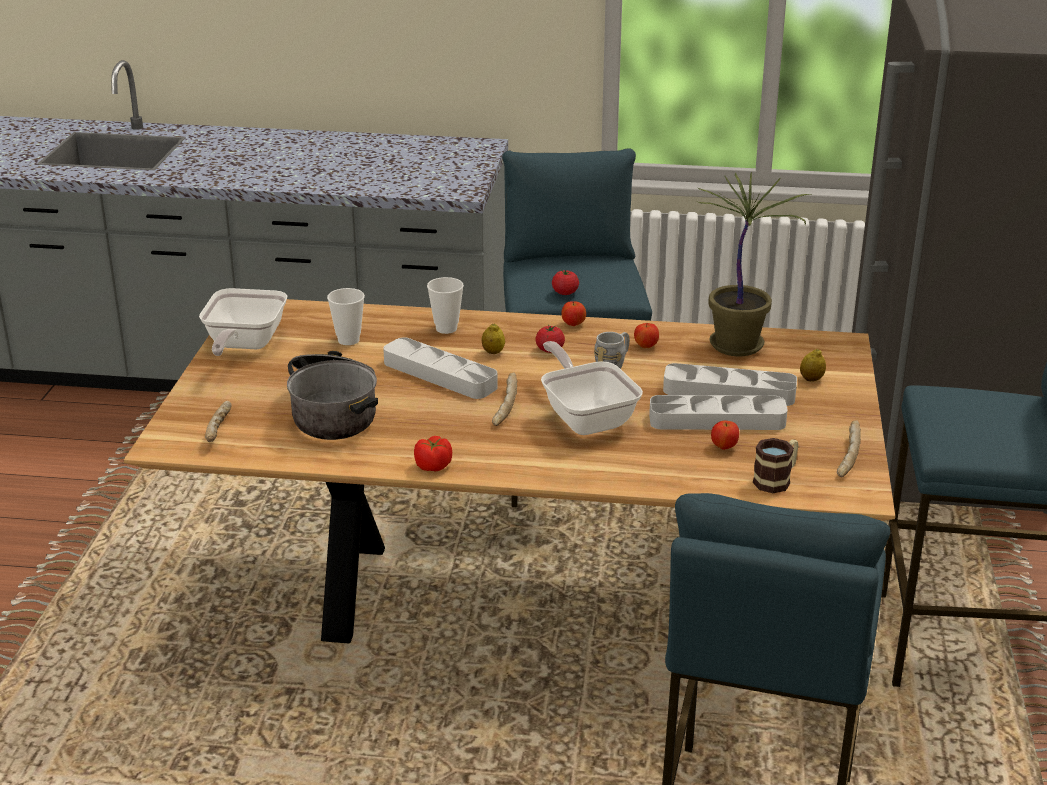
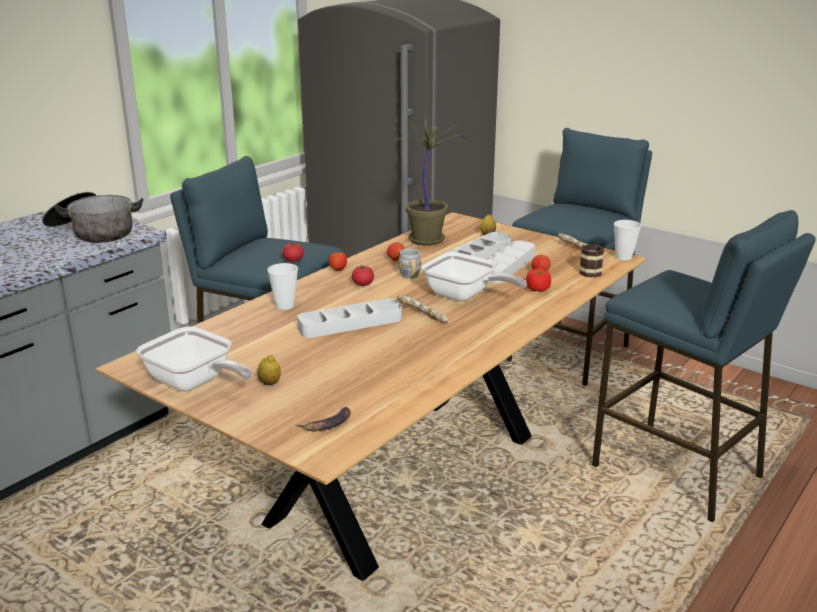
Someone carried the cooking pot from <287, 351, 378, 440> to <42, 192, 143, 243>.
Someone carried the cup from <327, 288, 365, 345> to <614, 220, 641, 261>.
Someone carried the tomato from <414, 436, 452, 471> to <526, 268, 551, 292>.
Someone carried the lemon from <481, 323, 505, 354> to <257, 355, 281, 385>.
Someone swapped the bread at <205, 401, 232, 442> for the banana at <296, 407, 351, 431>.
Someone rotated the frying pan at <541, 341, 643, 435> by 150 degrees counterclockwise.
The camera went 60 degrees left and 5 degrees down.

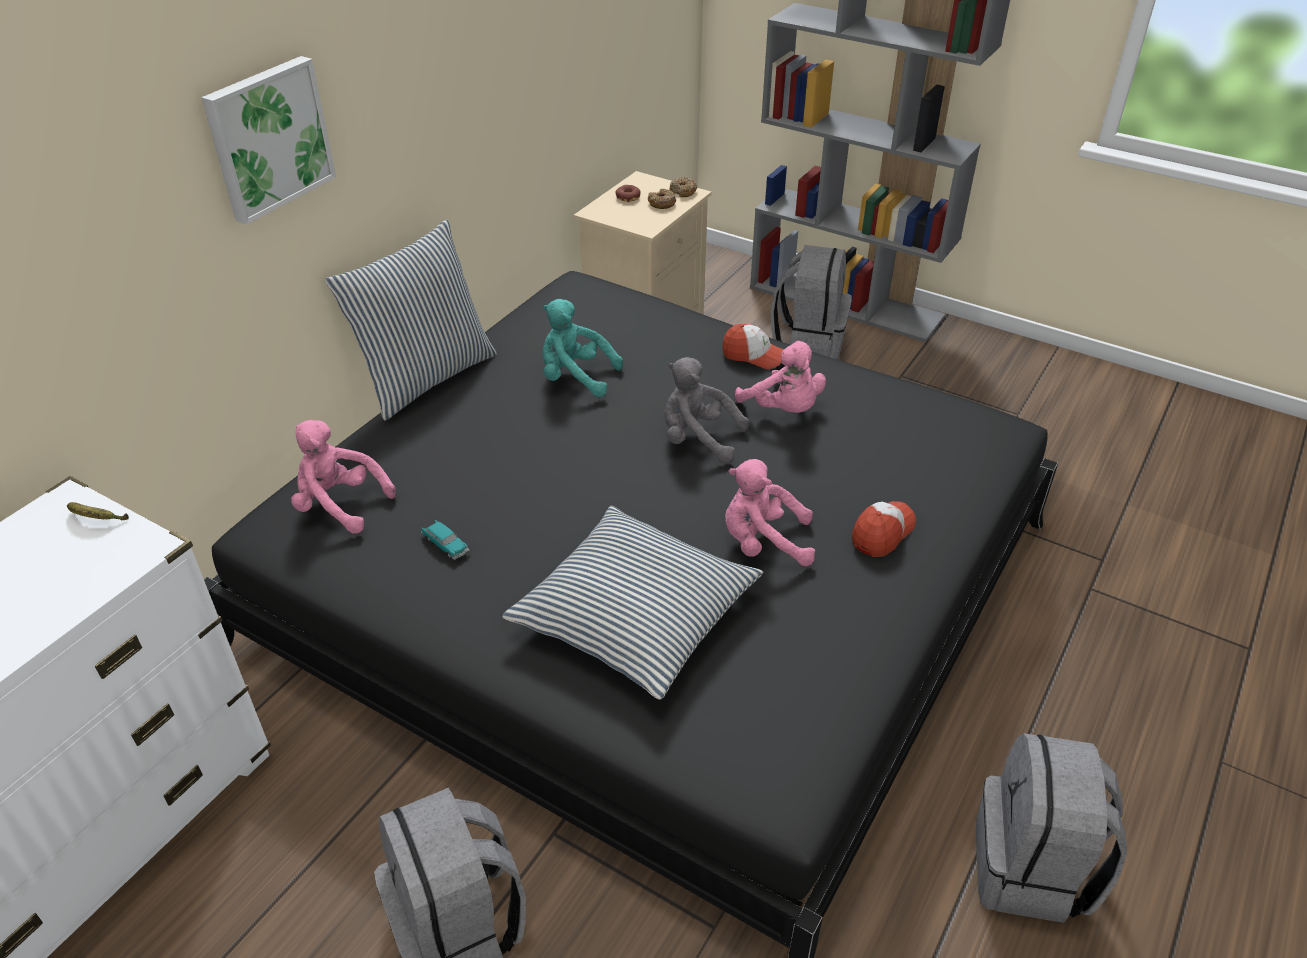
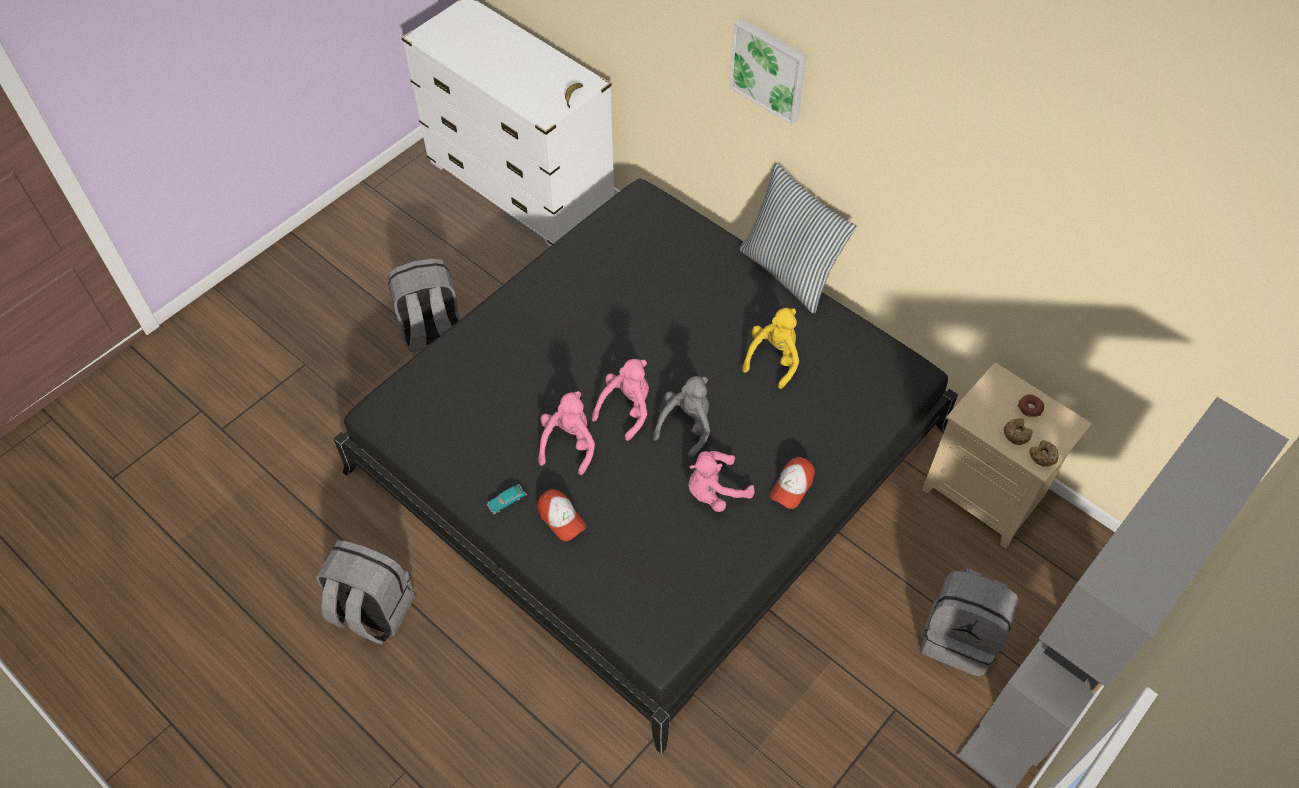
Someone took away the pillow at <502, 506, 764, 700>.
Someone carried the pink plush toy from <291, 420, 396, 534> to <592, 359, 649, 441>.
Someone carried the toy car from <421, 520, 470, 560> to <487, 484, 527, 514>.
Someone repainted the turquoise plush toy at <542, 299, 623, 397>, which became the yellow plush toy at <742, 308, 799, 389>.
The camera went 100 degrees right and 15 degrees up.

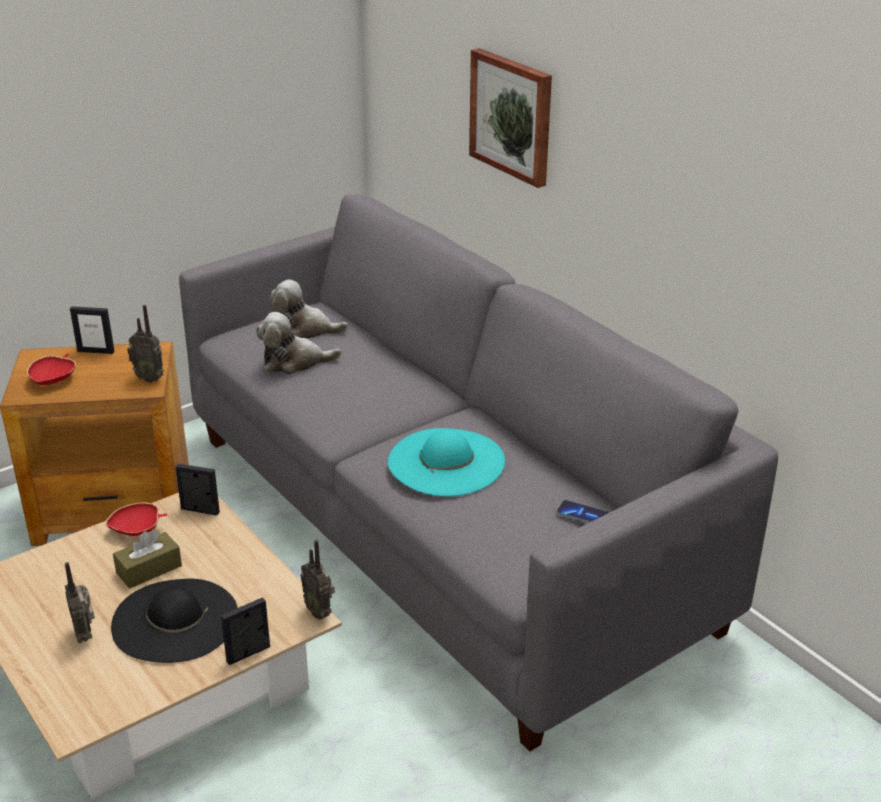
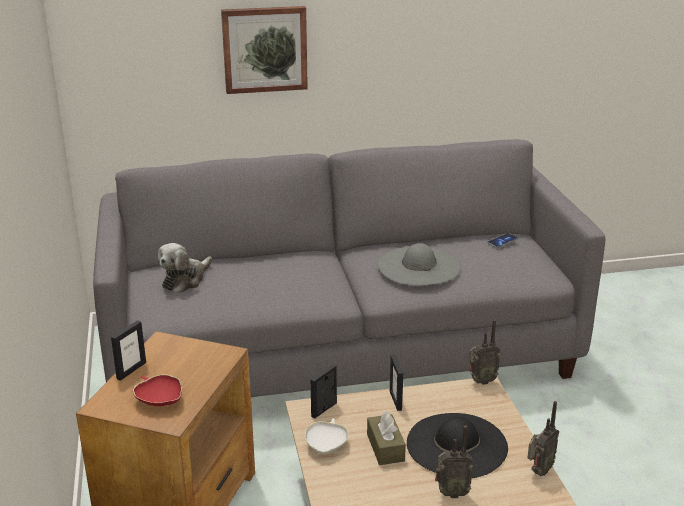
Someone took away the plush toy at <256, 312, 342, 374>.
Someone carried the radio from <127, 305, 164, 383> to <527, 401, 559, 476>.
Someone carried the picture frame from <221, 597, 270, 665> to <390, 354, 403, 411>.
Someone repainted the red bowl at <105, 502, 167, 536>, which became the white bowl at <305, 418, 349, 454>.
Someone repainted the turquoise hat at <388, 428, 505, 497>, which became the grey hat at <377, 243, 461, 285>.
The camera went 65 degrees left and 5 degrees down.

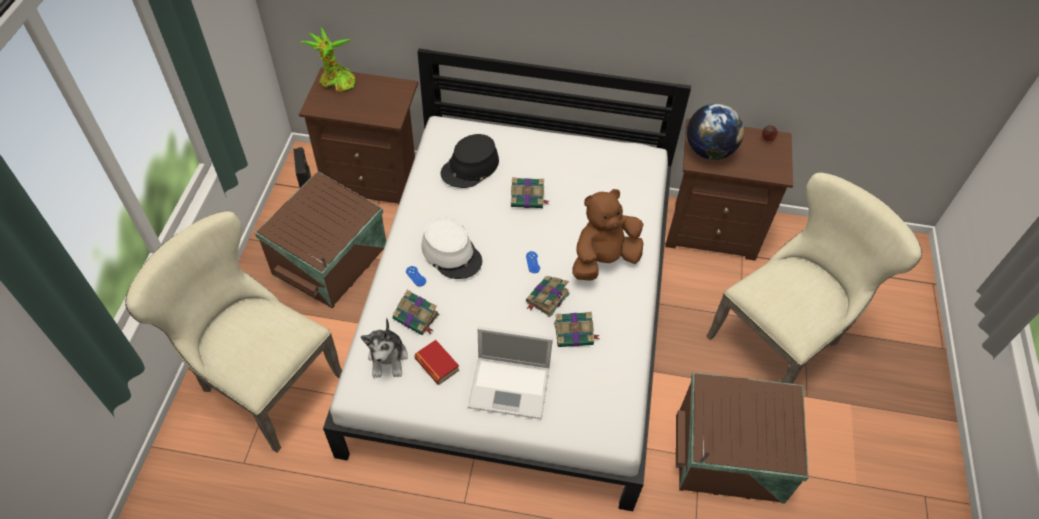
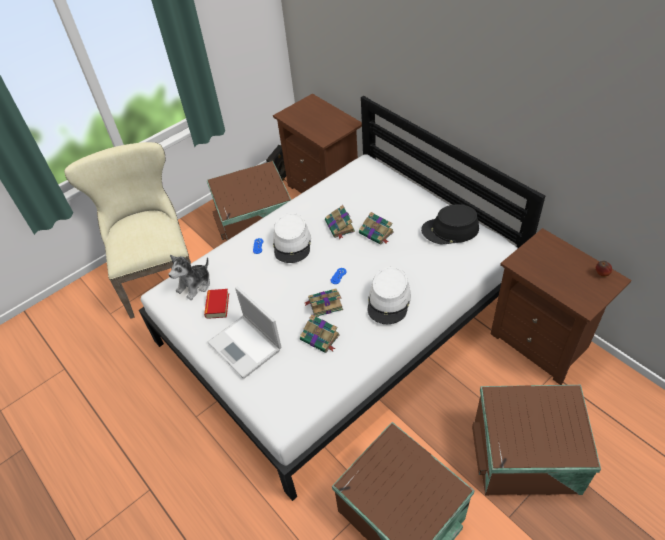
Someone took away the potted plant at <301, 27, 355, 92>.
Someone took away the globe at <687, 104, 744, 160>.
Someone carried the book from <392, 290, 439, 335> to <325, 205, 355, 239>.
Someone carried the black hat from <441, 134, 499, 188> to <421, 204, 479, 244>.
Someone swapped the brown plush toy at <572, 189, 644, 281> for the white hat at <367, 267, 411, 324>.
Someone swapped the beige chair at <707, 172, 922, 384> for the brown storage box at <472, 385, 601, 495>.
The camera went 45 degrees right and 5 degrees down.

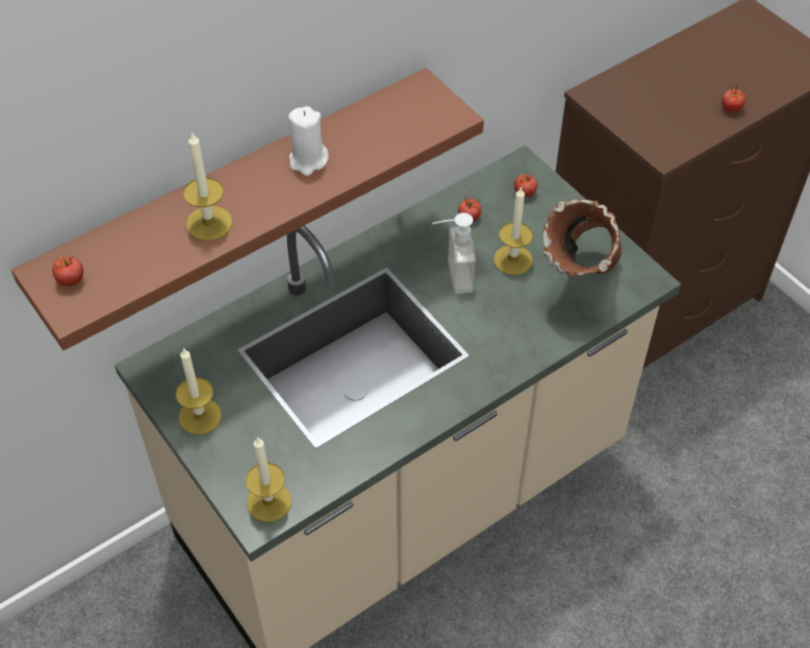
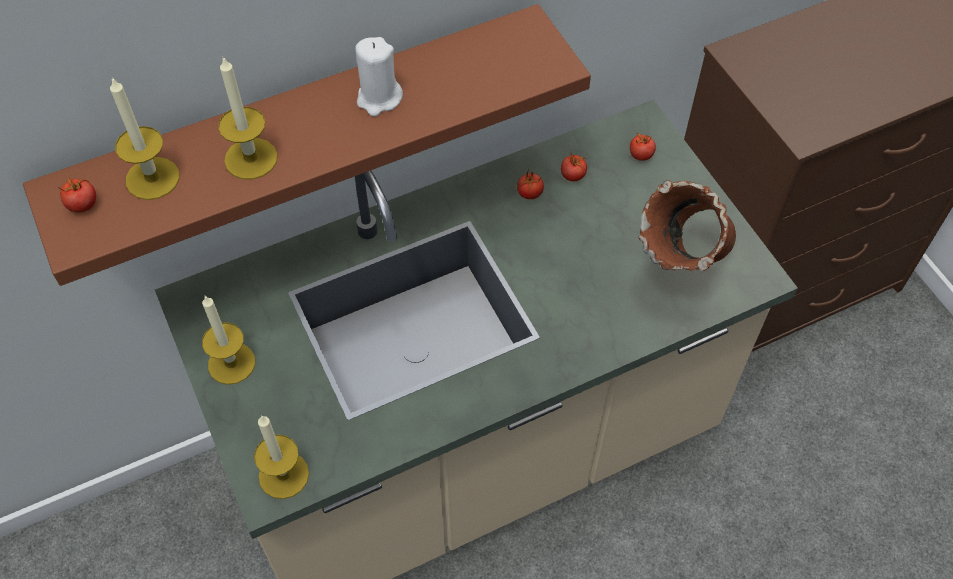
Someone took away the soap dispenser at <432, 213, 476, 294>.
Someone carried the candle from <494, 186, 533, 275> to <110, 77, 180, 200>.
Someone carried the tomato from <722, 85, 746, 112> to <517, 169, 544, 199>.
The camera went 10 degrees right and 5 degrees up.

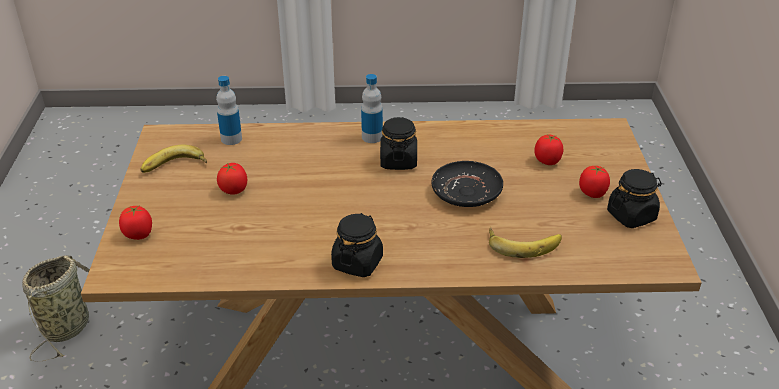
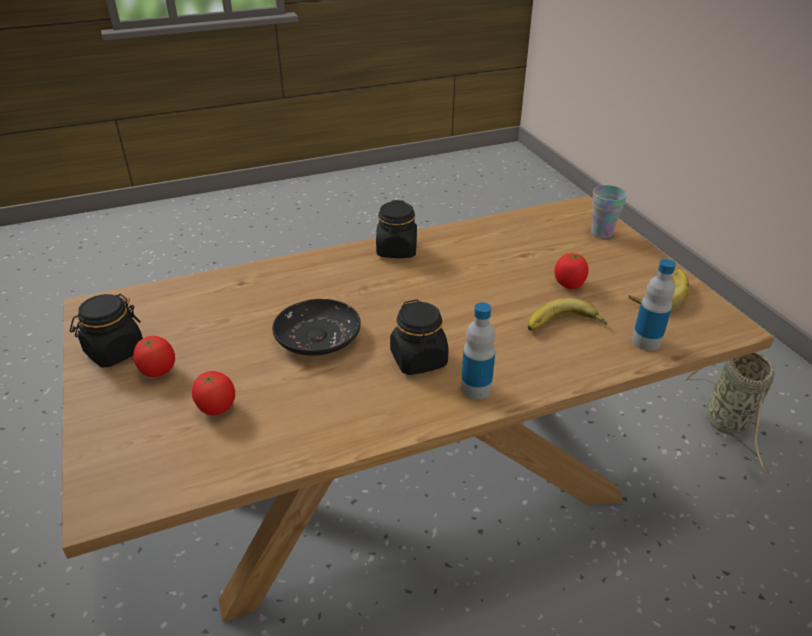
Someone carried the banana from <489, 227, 562, 258> to <528, 298, 607, 331>.
Someone swapped the tomato at <119, 205, 152, 240> for the cup at <591, 185, 627, 238>.
The camera went 160 degrees right and 0 degrees up.

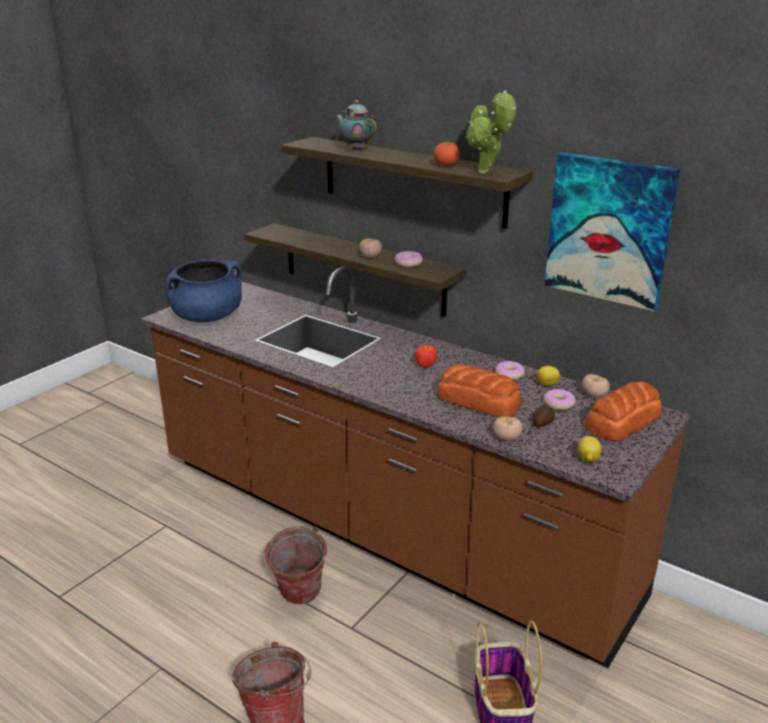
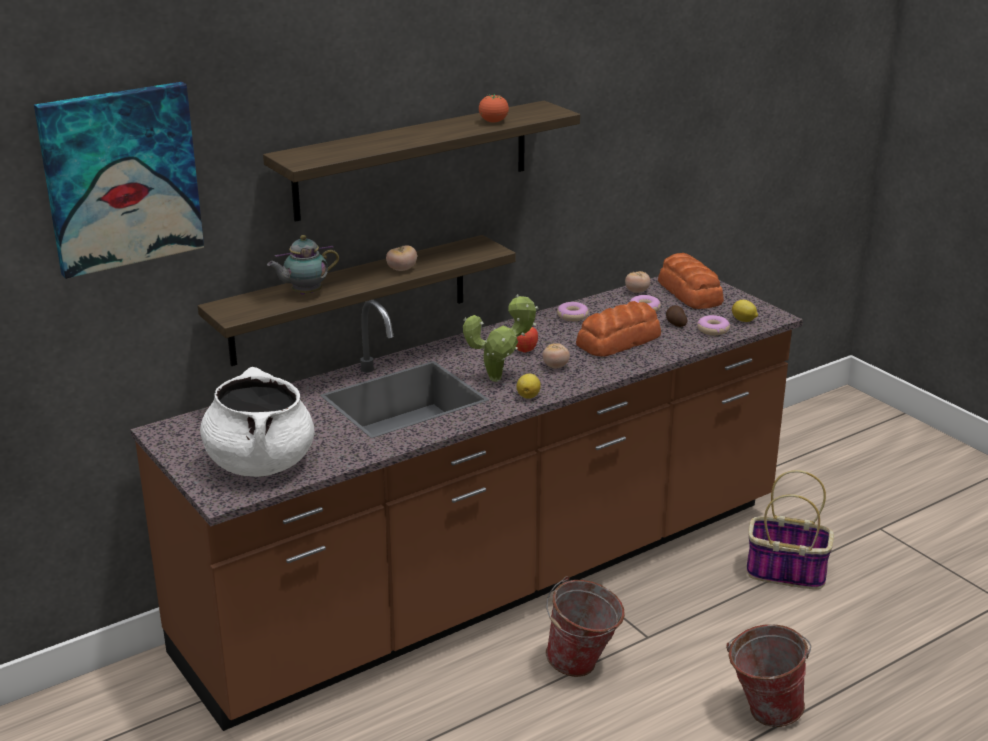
Someone carried the teapot from <335, 100, 377, 151> to <267, 235, 339, 295>.
Someone carried the donut from <395, 251, 423, 267> to <697, 315, 730, 335>.
Someone carried the potted plant from <466, 91, 516, 173> to <463, 294, 539, 382>.
Someone carried the tomato from <493, 417, 523, 441> to <542, 343, 570, 368>.
Someone carried the lemon from <537, 366, 561, 386> to <516, 374, 541, 399>.
Someone carried the picture from <544, 152, 680, 311> to <34, 82, 204, 279>.
Someone repainted the blue cooking pot at <165, 260, 242, 322>, which became the white cooking pot at <200, 367, 315, 477>.
The camera went 70 degrees left and 0 degrees up.

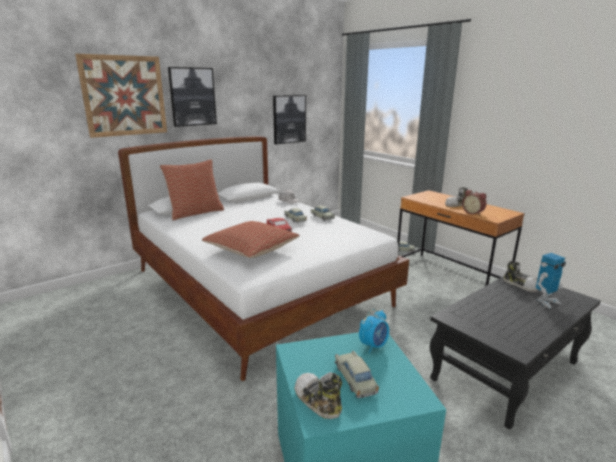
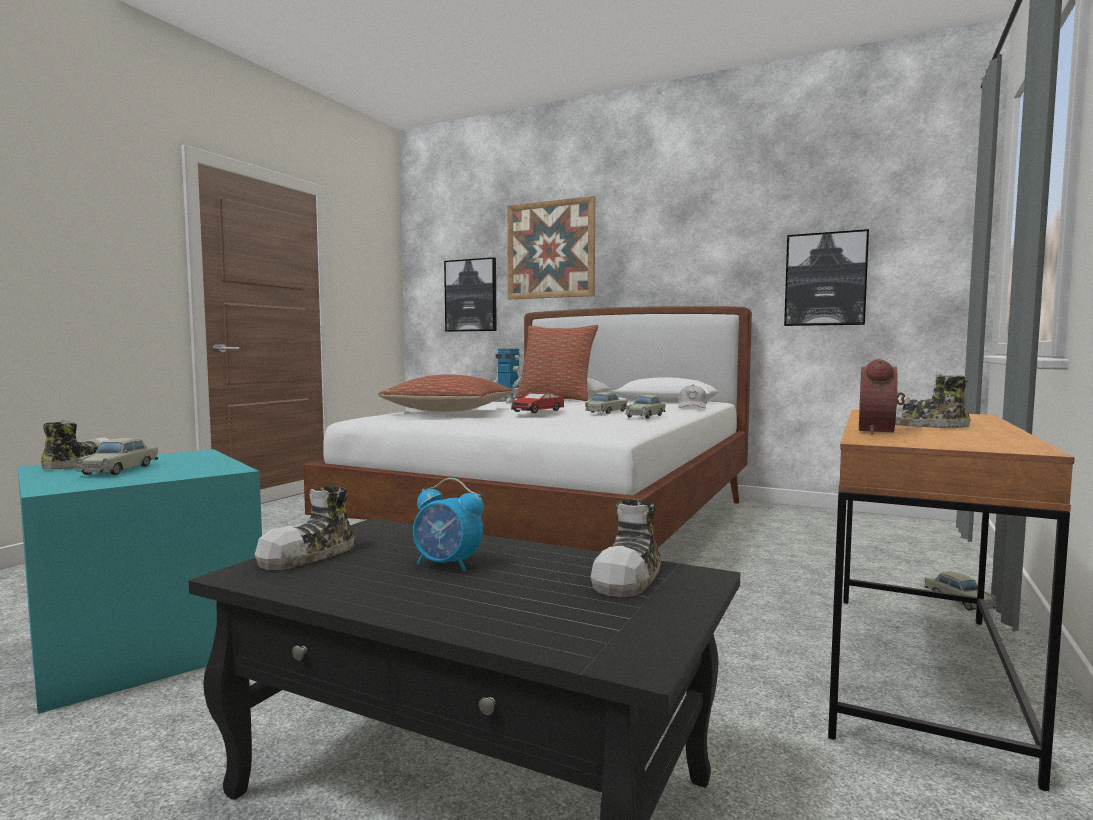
Someone put down the shoe at <255, 486, 354, 570>.
Someone carried the picture from <168, 67, 217, 127> to <444, 257, 497, 332>.
Someone carried the alarm clock from <359, 309, 389, 354> to <413, 478, 484, 572>.
Someone carried the toy robot from <536, 253, 566, 309> to <493, 349, 522, 403>.
Someone rotated the beige toy car at <335, 351, 379, 398> by 135 degrees clockwise.
The camera went 65 degrees right and 15 degrees down.

